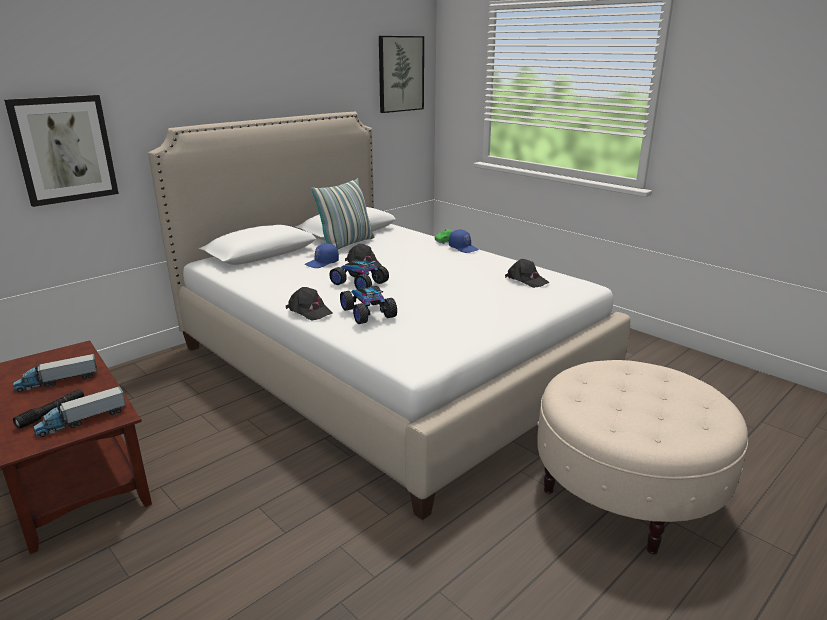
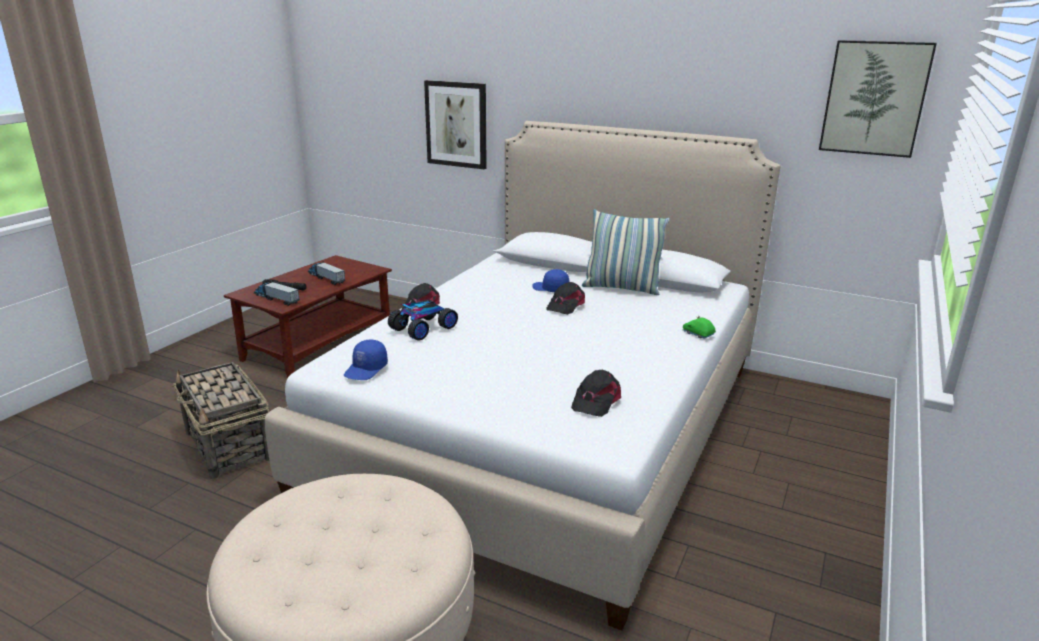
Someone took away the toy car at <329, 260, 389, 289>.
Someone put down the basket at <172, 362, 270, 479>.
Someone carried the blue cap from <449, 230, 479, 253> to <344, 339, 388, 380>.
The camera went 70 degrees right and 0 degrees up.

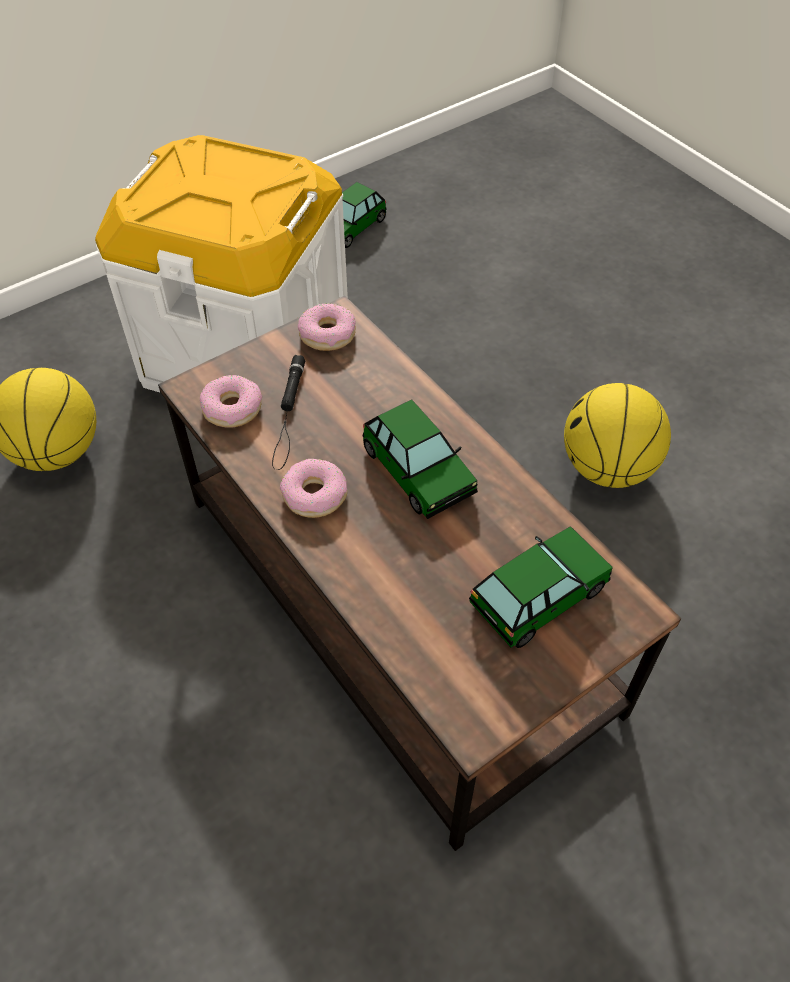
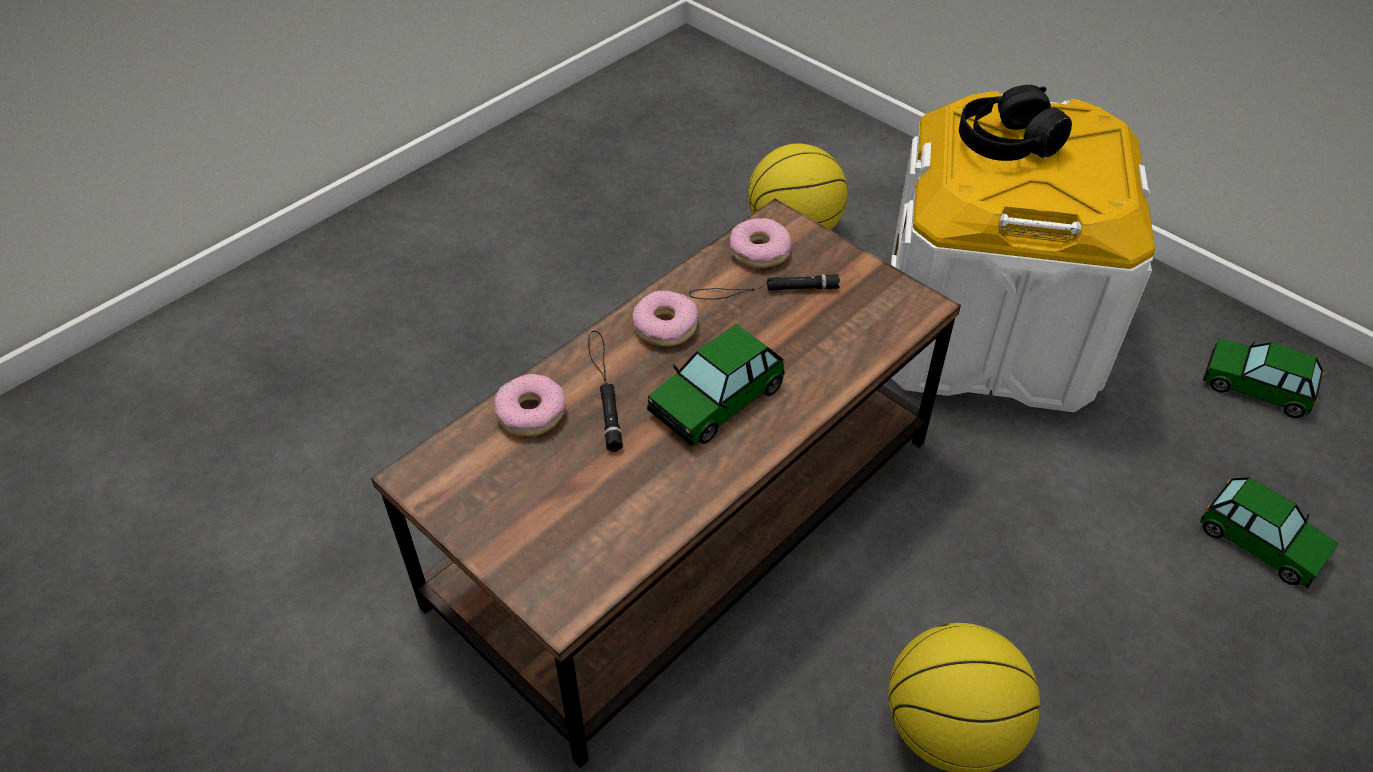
Someone put down the black flashlight at <588, 331, 623, 452>.
Someone put down the black headphones at <959, 85, 1072, 161>.
Someone carried the donut from <298, 303, 356, 351> to <494, 374, 565, 436>.
Someone carried the toy car from <469, 526, 613, 648> to <1200, 477, 1339, 588>.
The camera went 80 degrees right and 5 degrees down.

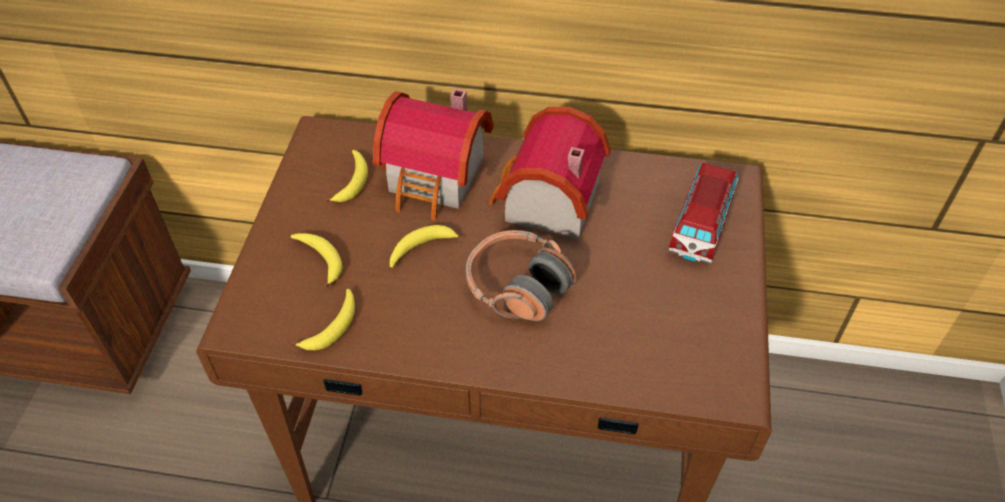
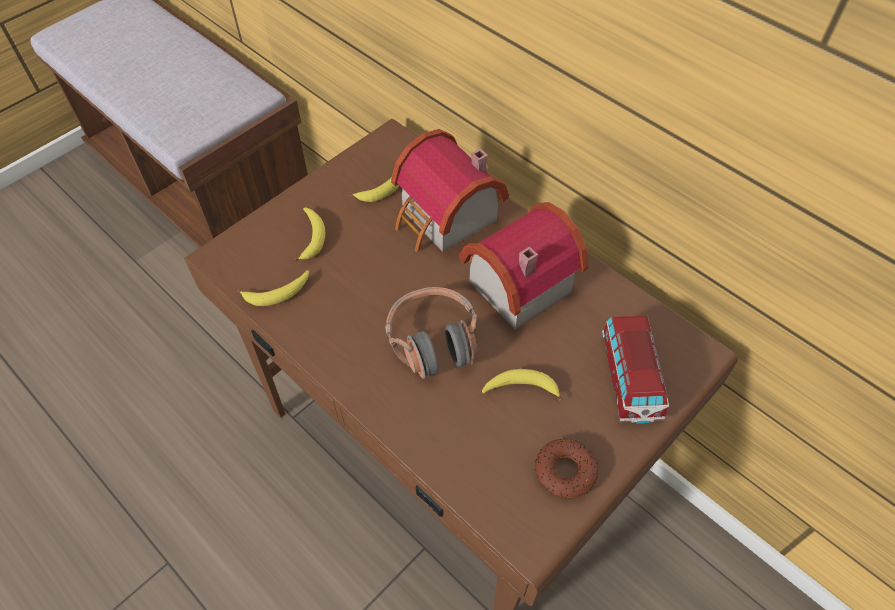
Someone put down the donut at <535, 439, 599, 499>.
Someone carried the banana from <389, 225, 462, 268> to <482, 369, 562, 401>.
Someone rotated the toy car at <668, 162, 738, 264> by 60 degrees counterclockwise.
The camera went 35 degrees right and 5 degrees up.

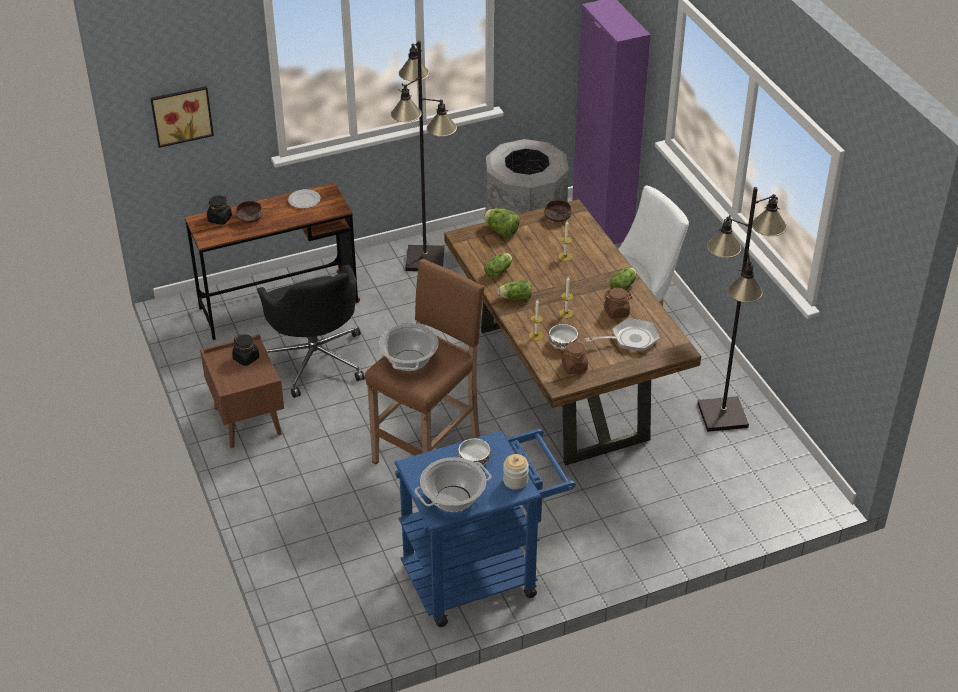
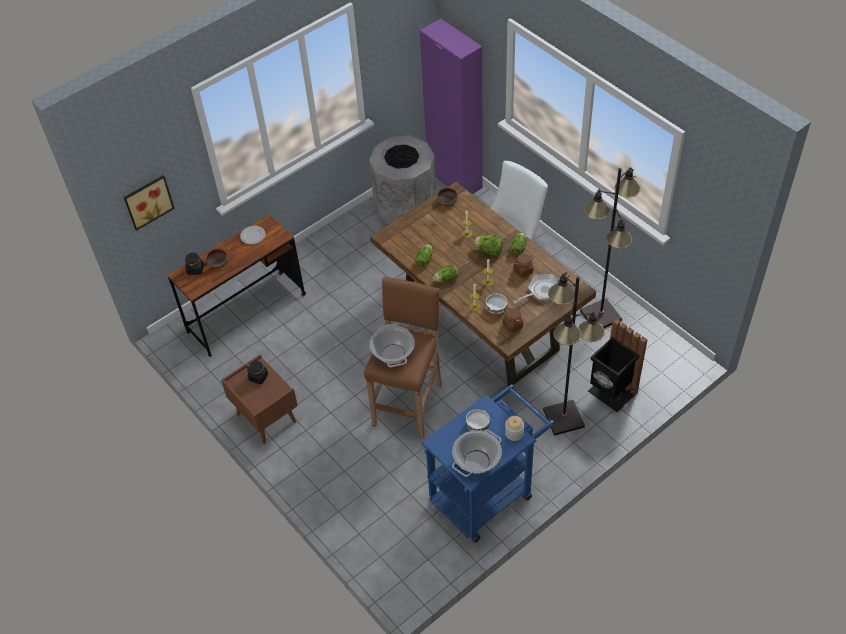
Someone took away the black office chair at <257, 265, 365, 398>.
Someone put down the black trash can at <588, 319, 648, 413>.
Someone carried the black floor lamp from <391, 41, 457, 271> to <543, 272, 605, 436>.
Someone carried the lettuce from <484, 208, 520, 237> to <474, 235, 503, 256>.
The camera went 15 degrees left and 10 degrees up.

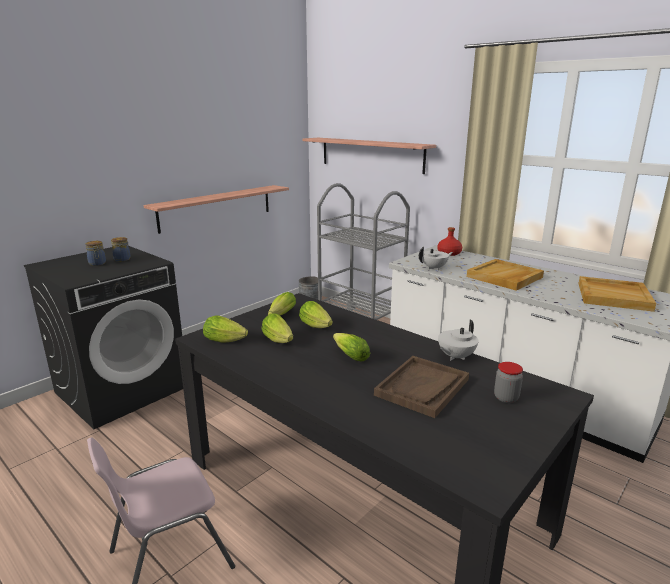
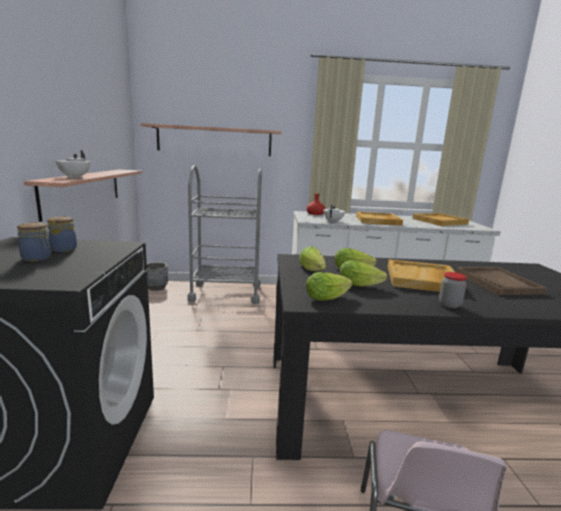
Someone carried the white teapot from <438, 320, 479, 360> to <56, 150, 90, 178>.
Someone carried the jar from <494, 362, 523, 403> to <439, 272, 467, 308>.
Someone swapped the lettuce at <333, 333, 370, 362> for the beige tray at <388, 259, 455, 292>.
The camera went 45 degrees left and 5 degrees down.

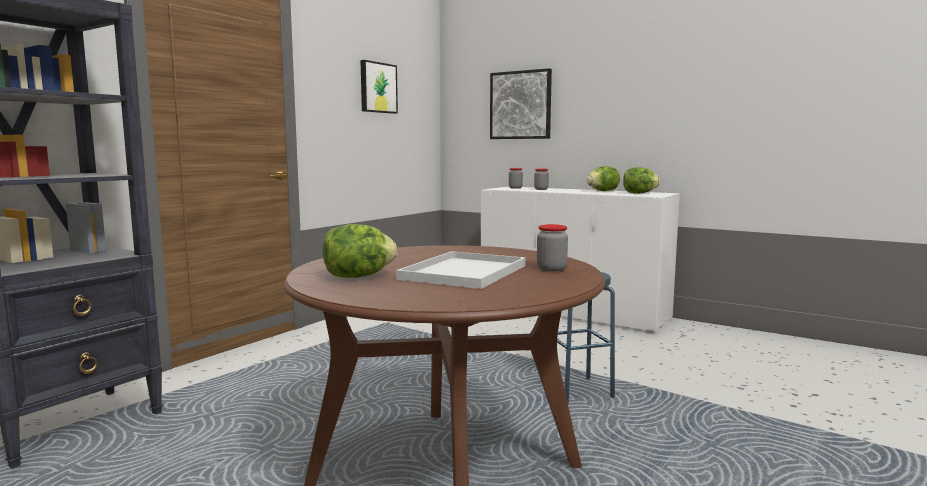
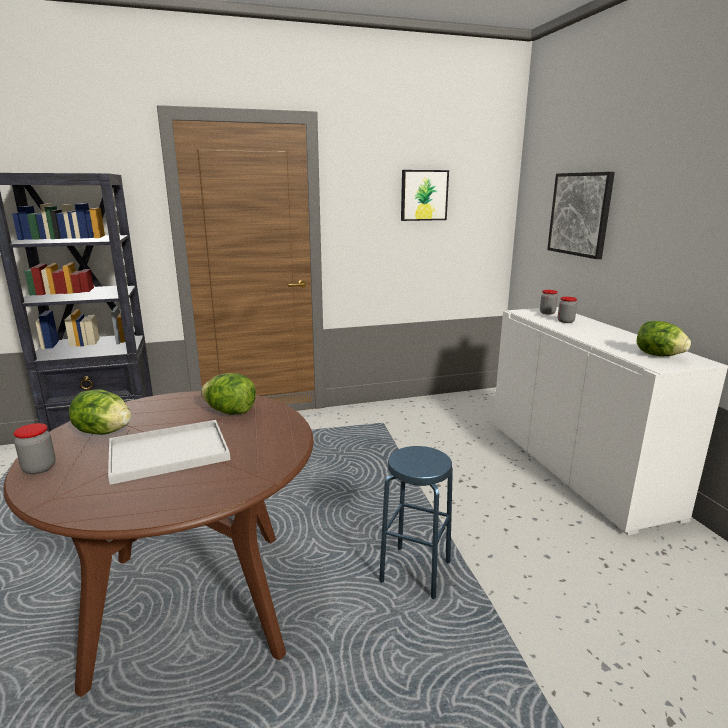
Someone carried the jar from <537, 224, 568, 272> to <13, 423, 56, 474>.
Someone carried the lettuce from <586, 166, 620, 191> to <201, 373, 256, 415>.
The camera went 40 degrees right and 10 degrees up.

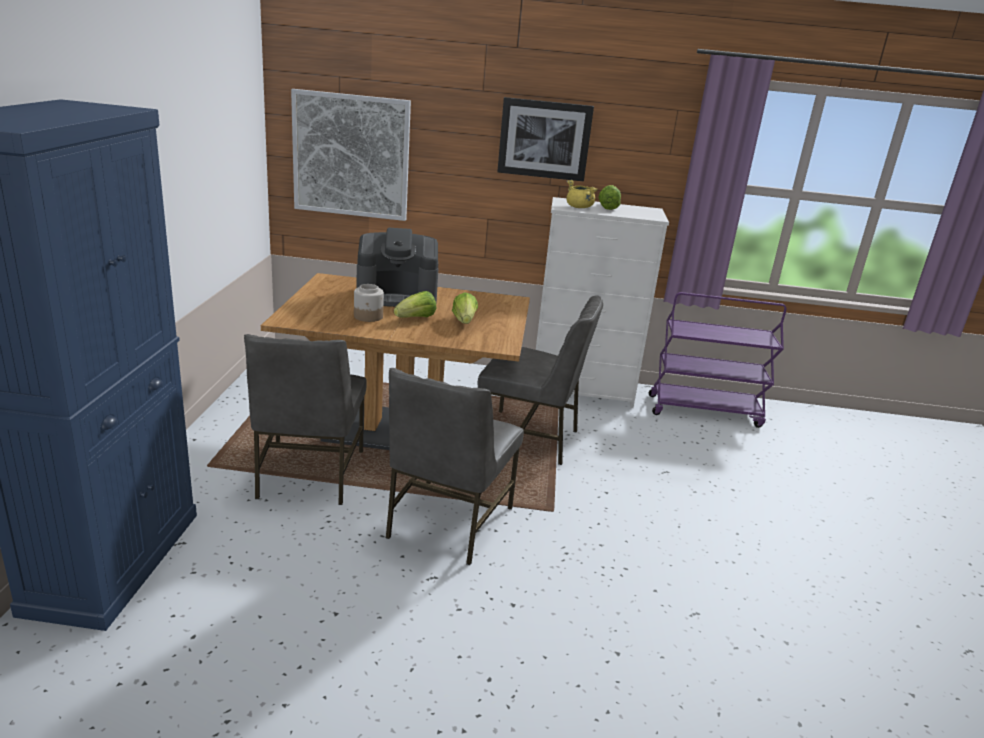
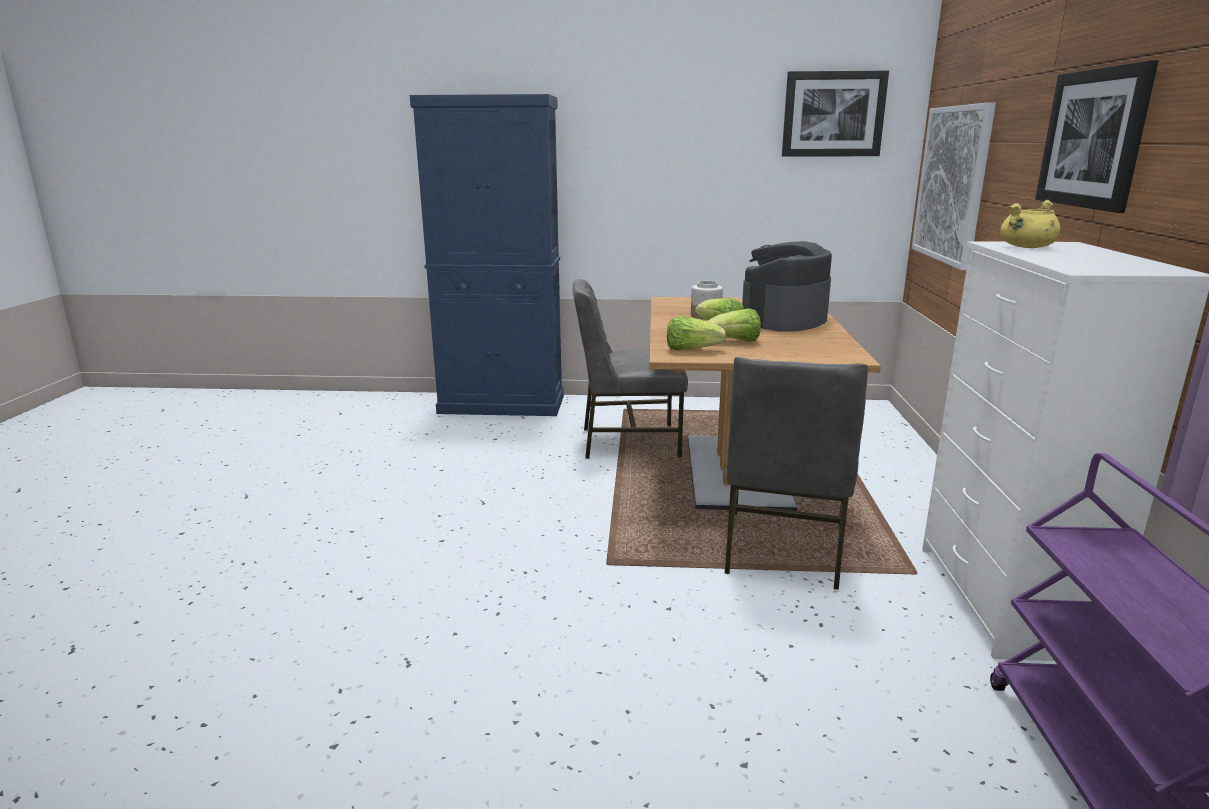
Someone took away the grey chair at <386, 368, 524, 565>.
Someone put up the picture at <782, 71, 889, 157>.
Someone carried the lettuce from <598, 185, 621, 210> to <667, 316, 726, 351>.
Someone rotated the coffee machine at <357, 228, 438, 307> by 45 degrees clockwise.
The camera went 90 degrees right and 5 degrees down.

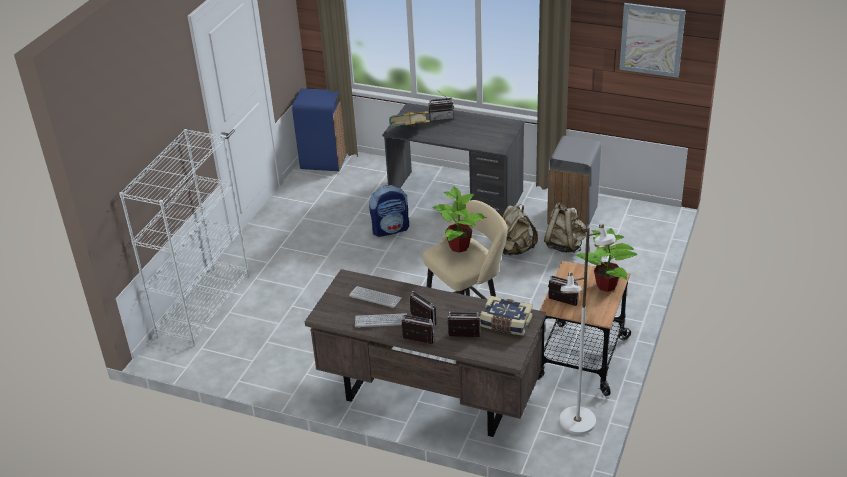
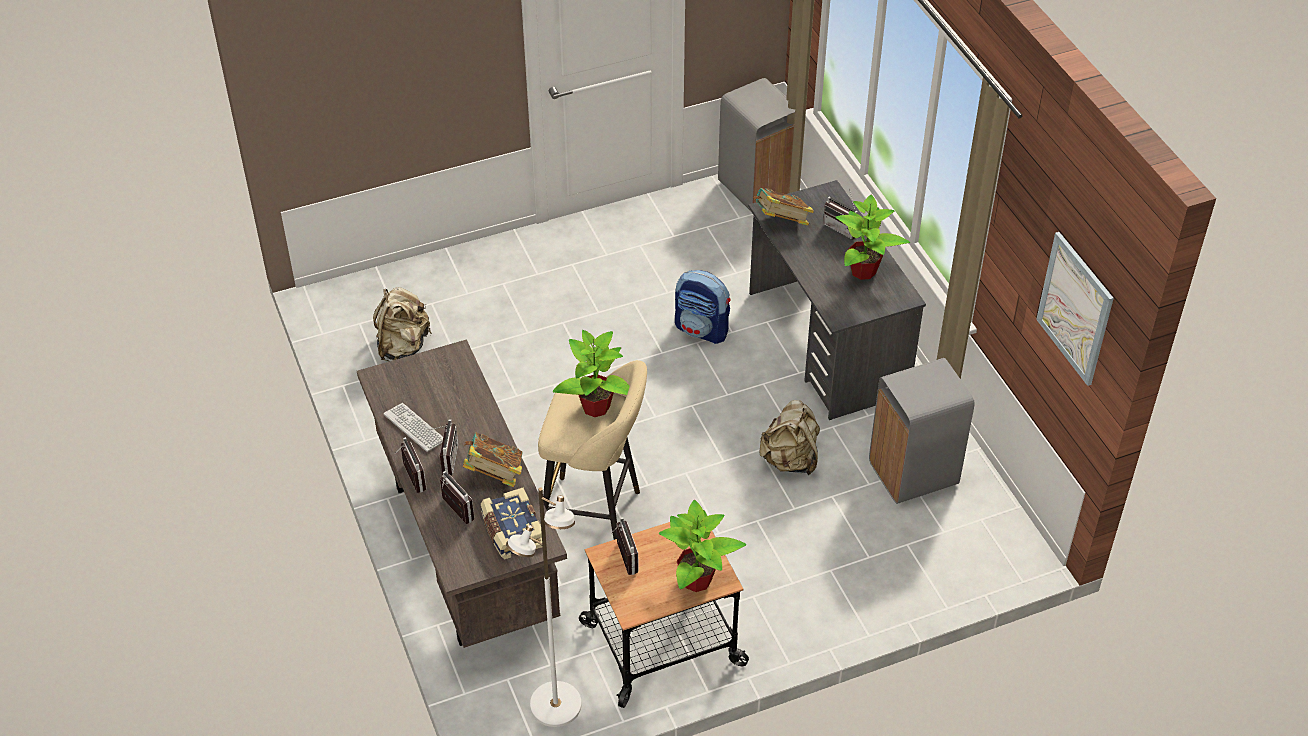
Someone took away the white bookcase at <119, 129, 249, 346>.
Someone took away the keyboard at <349, 286, 402, 308>.
Someone put down the book at <463, 433, 523, 487>.
Someone put down the potted plant at <836, 195, 910, 280>.
Someone carried the beige backpack from <544, 203, 587, 253> to <373, 287, 432, 361>.
Someone repainted the blue trash can at <292, 88, 347, 171>, which became the grey trash can at <718, 78, 795, 211>.
The camera went 45 degrees right and 10 degrees up.

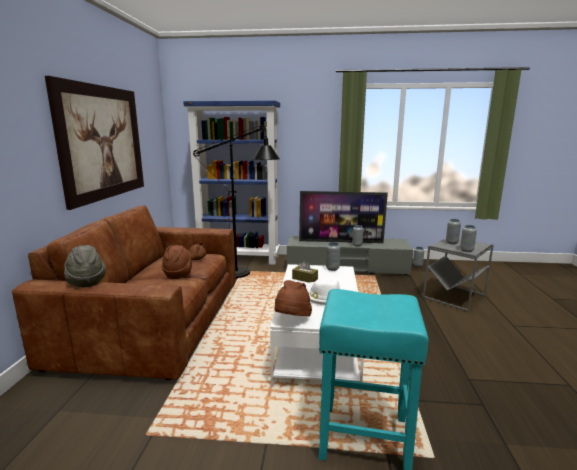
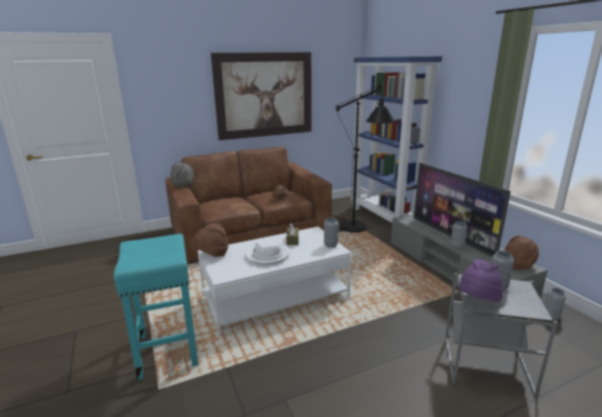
Someone carried the brown hat from <162, 245, 192, 279> to <504, 236, 539, 270>.
Someone swapped the grey vase at <460, 225, 477, 252> for the purple hat at <459, 259, 503, 302>.
The camera went 60 degrees right and 5 degrees up.

